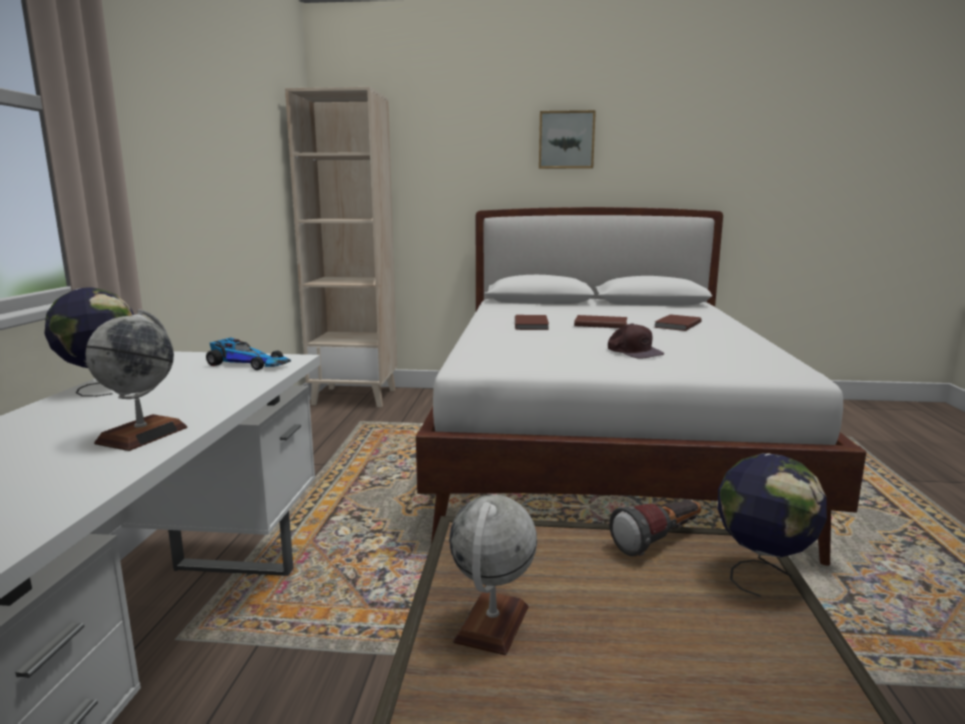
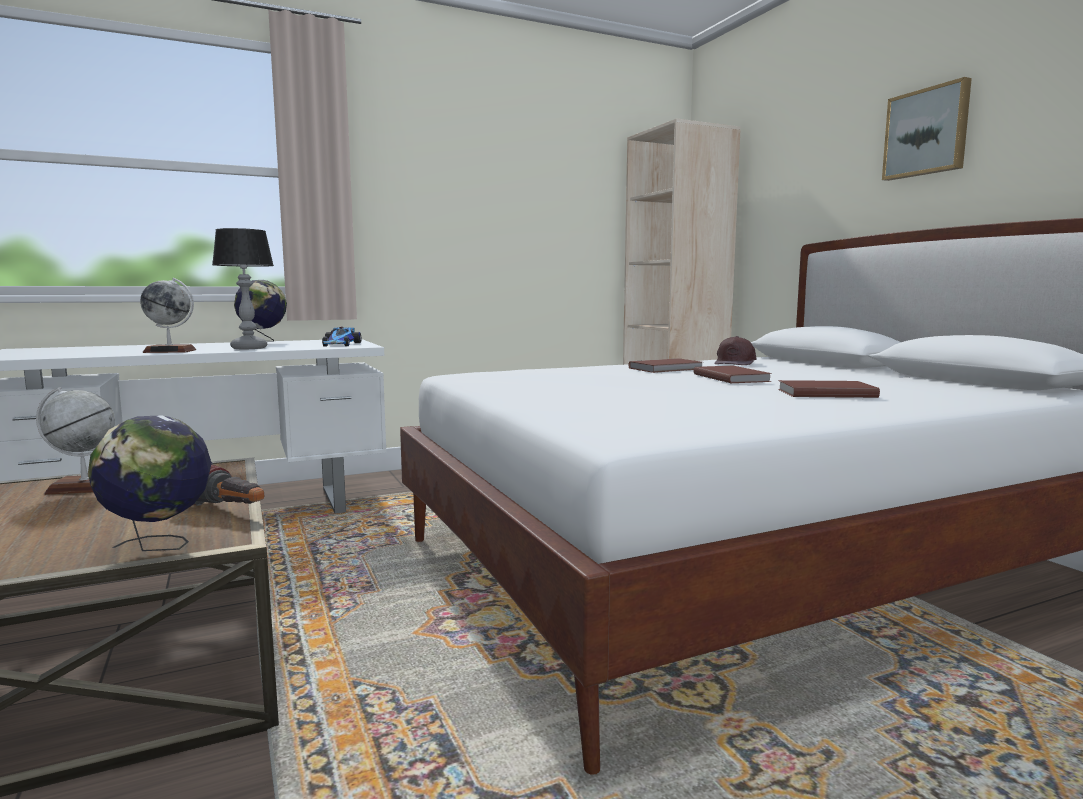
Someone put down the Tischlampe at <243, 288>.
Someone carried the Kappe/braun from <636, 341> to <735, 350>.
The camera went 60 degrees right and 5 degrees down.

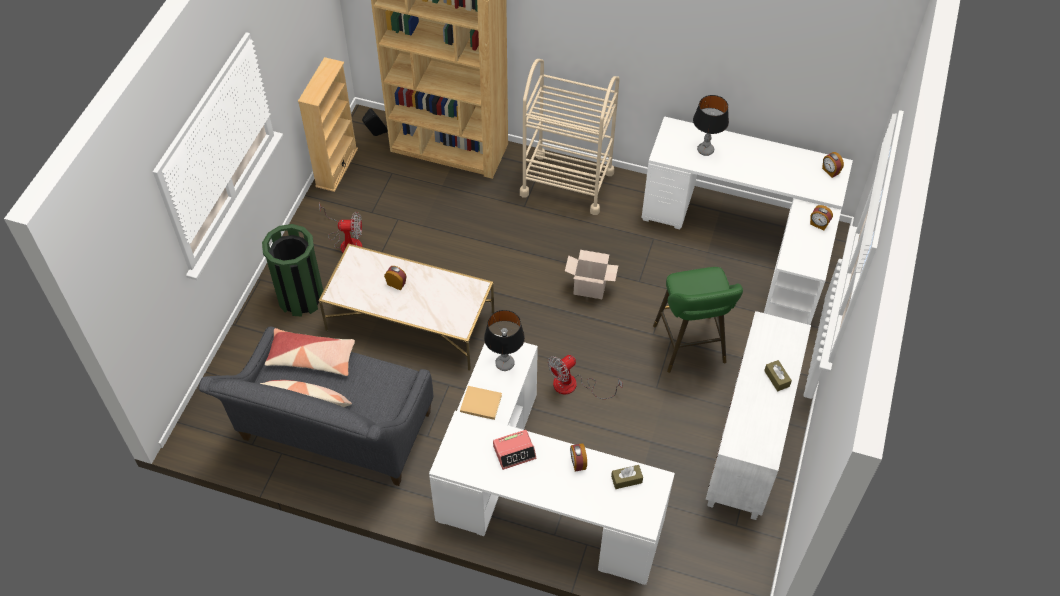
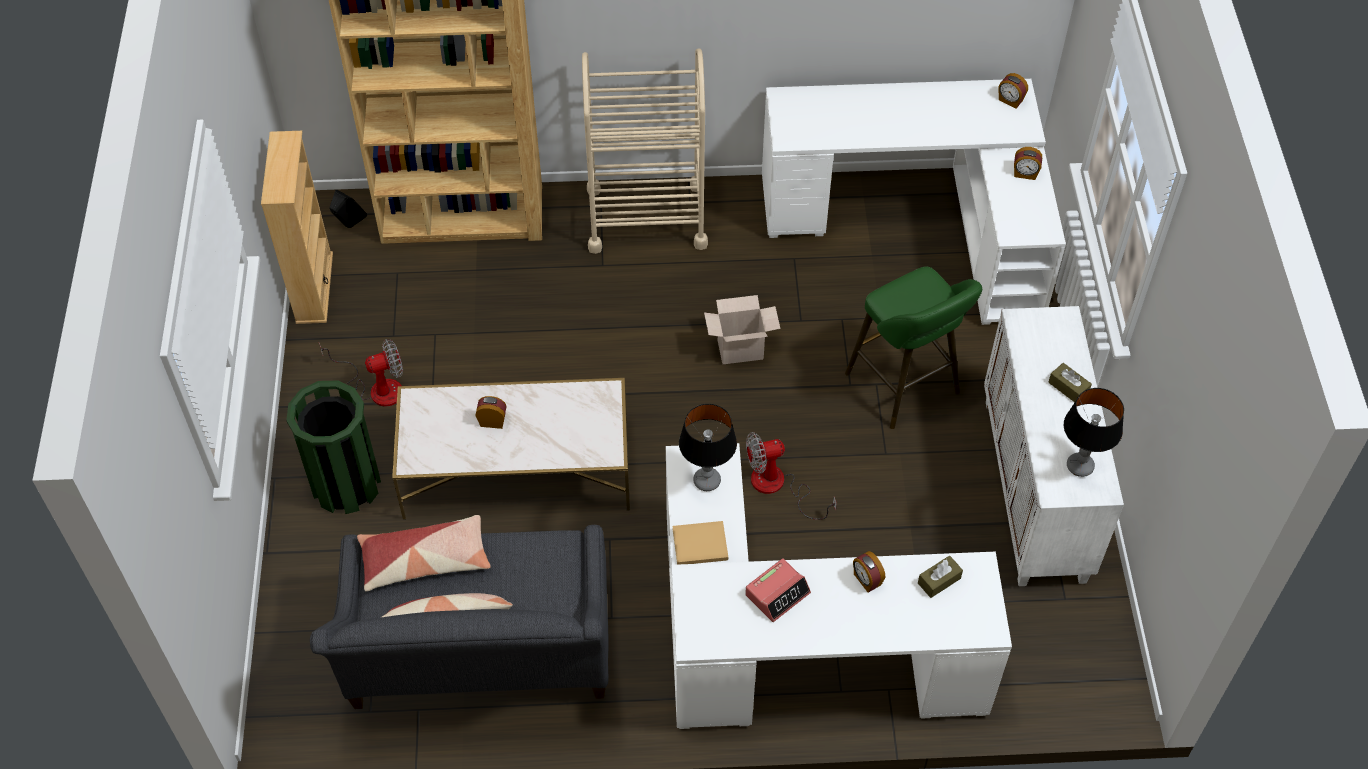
Someone carried the Tischlampe from <711, 125> to <1094, 432>.
Someone rotated the Ventilator at <585, 377> by 45 degrees clockwise.
The camera went 20 degrees left and 0 degrees up.

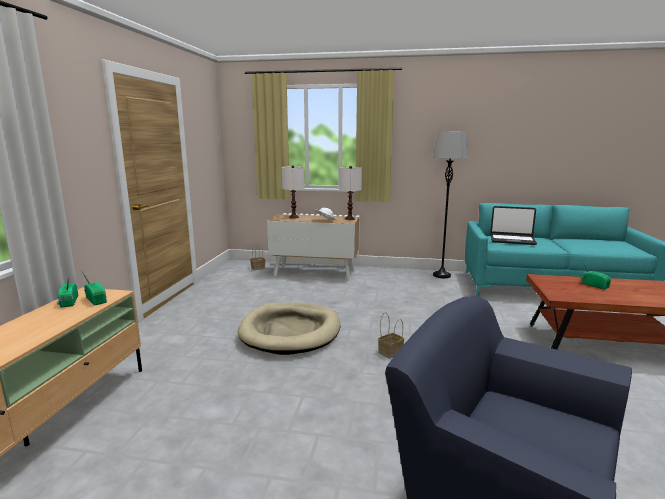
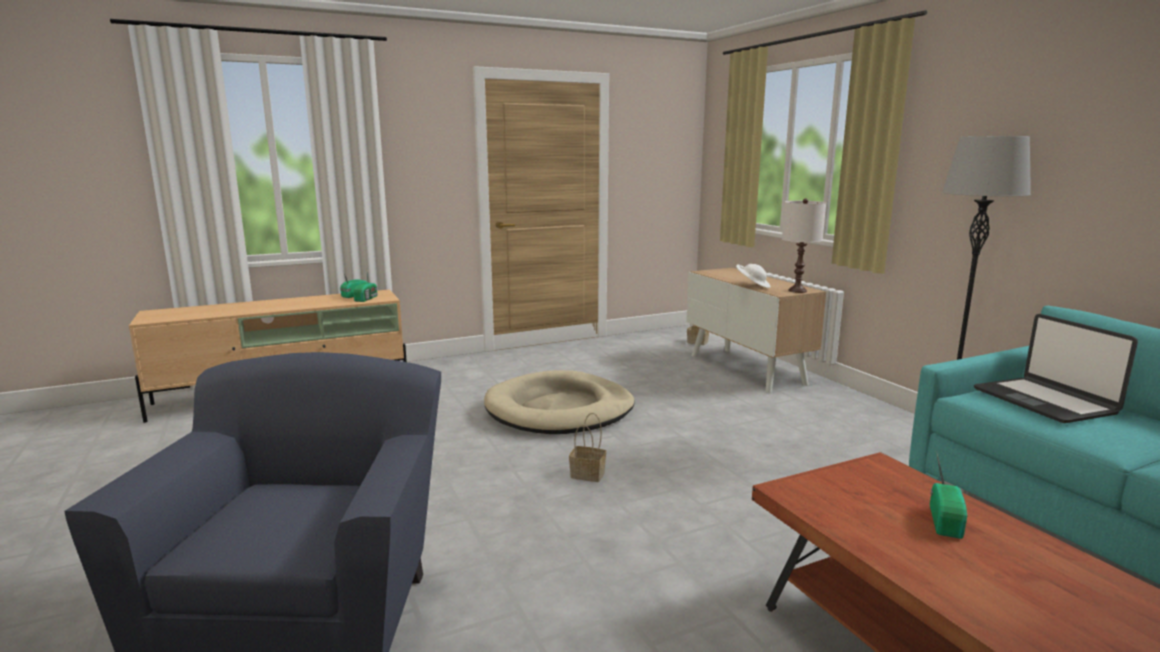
Someone took away the Tischlampe/weiß at <293, 192>.
The camera went 55 degrees right and 0 degrees up.

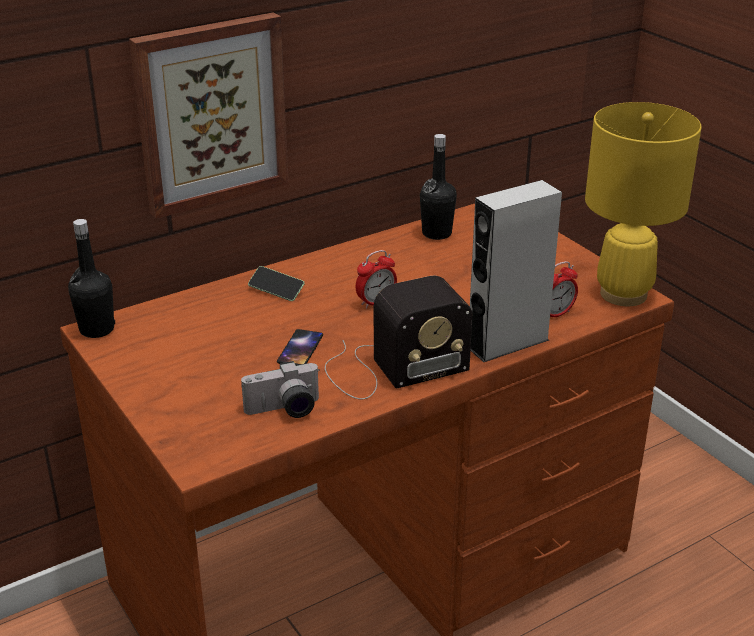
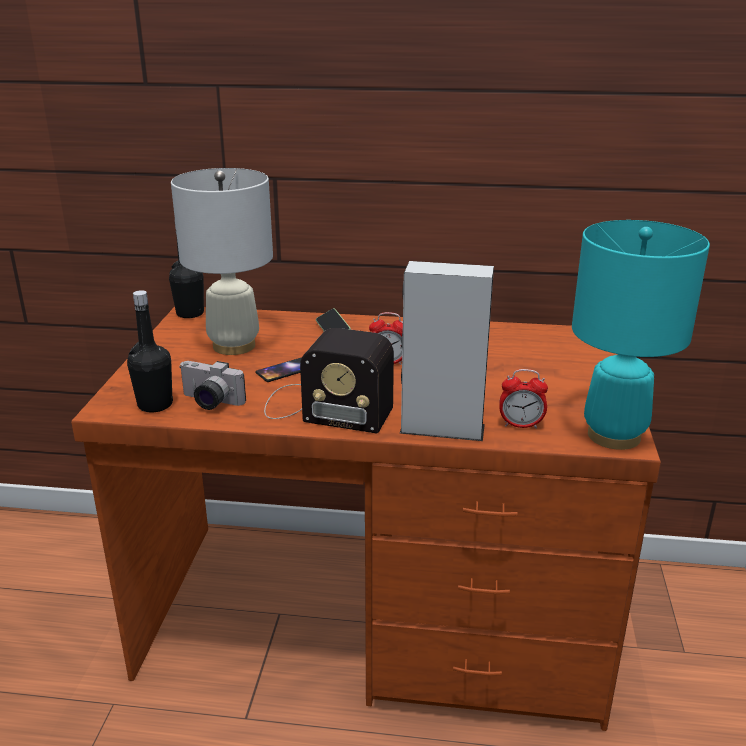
Someone took away the Bild at <209, 115>.
Someone put down the Tischlampe/weiß at <222, 261>.
Someone carried the Flasche/schwarz from <438, 187> to <150, 351>.
Someone repainted the Tischlampe/gelb at <643, 204>, which became the Tischlampe/türkis at <641, 335>.
The camera went 40 degrees right and 5 degrees down.

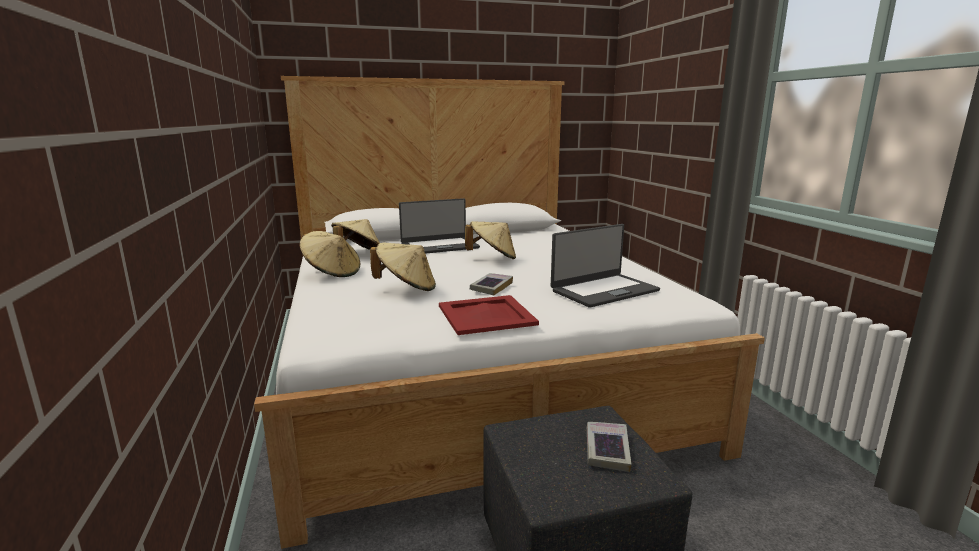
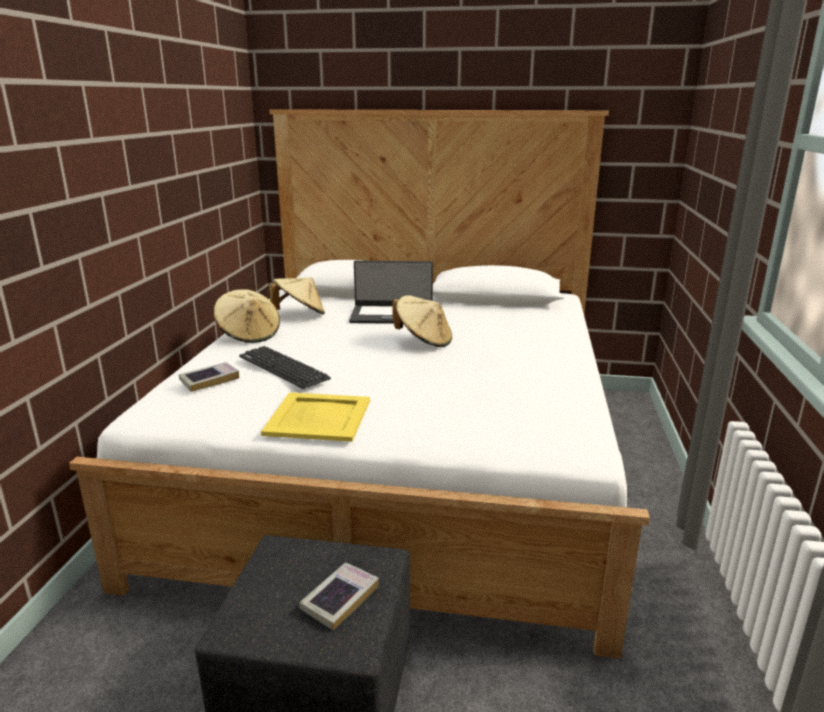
Someone took away the Laptop at <605, 266>.
Someone carried the Buch from <491, 284> to <209, 377>.
Someone swapped the Hut/beige at <403, 267> for the Tastatur at <285, 367>.
Someone repainted the Tablett/rot at <489, 315>, which became the Tablett/gelb at <315, 417>.
The camera went 25 degrees right and 5 degrees up.

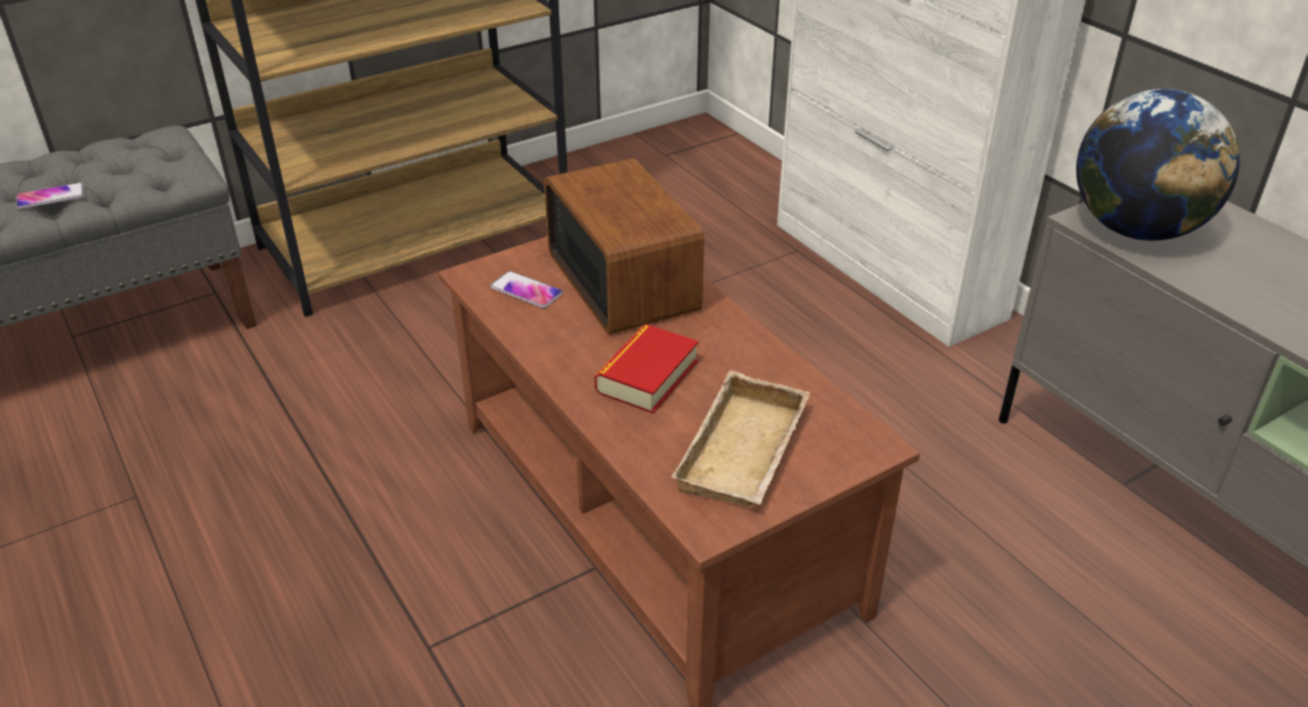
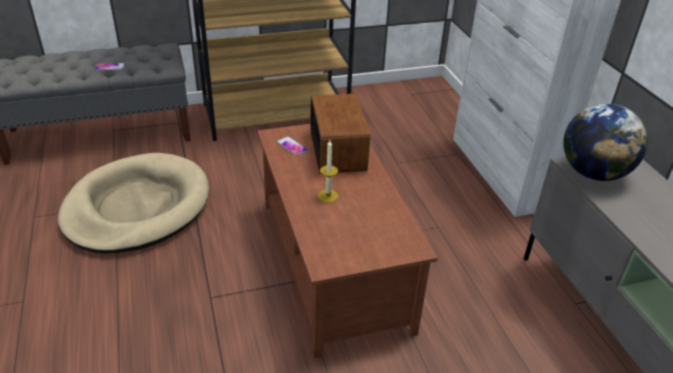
Someone took away the Tablett/beige at <741, 438>.
Someone put down the Hundebett/beige at <133, 203>.
Someone swapped the Buch at <647, 369> for the Kerze at <328, 171>.
The camera went 15 degrees right and 0 degrees up.

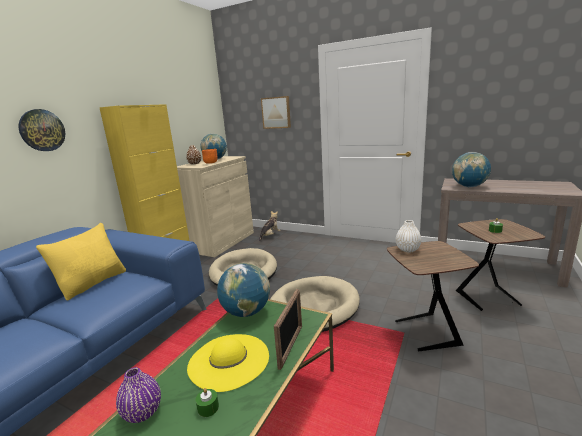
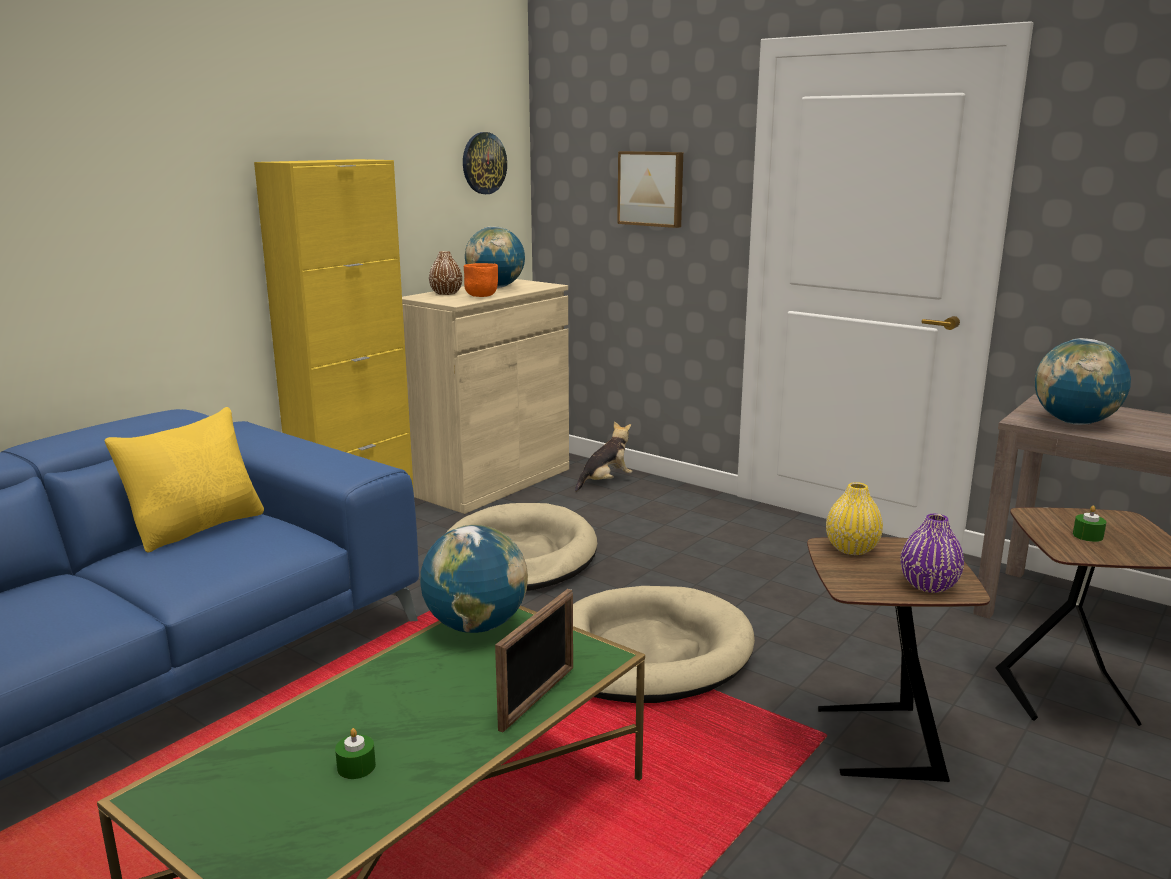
Someone took away the Hut/gelb at <228, 363>.
Someone carried the Wanduhr from <41, 130> to <485, 163>.
Someone carried the Vase/lila from <138, 395> to <932, 553>.
Someone repainted the Vase/weiß at <408, 236>, which became the Vase/gelb at <854, 518>.
The camera went 10 degrees right and 0 degrees up.

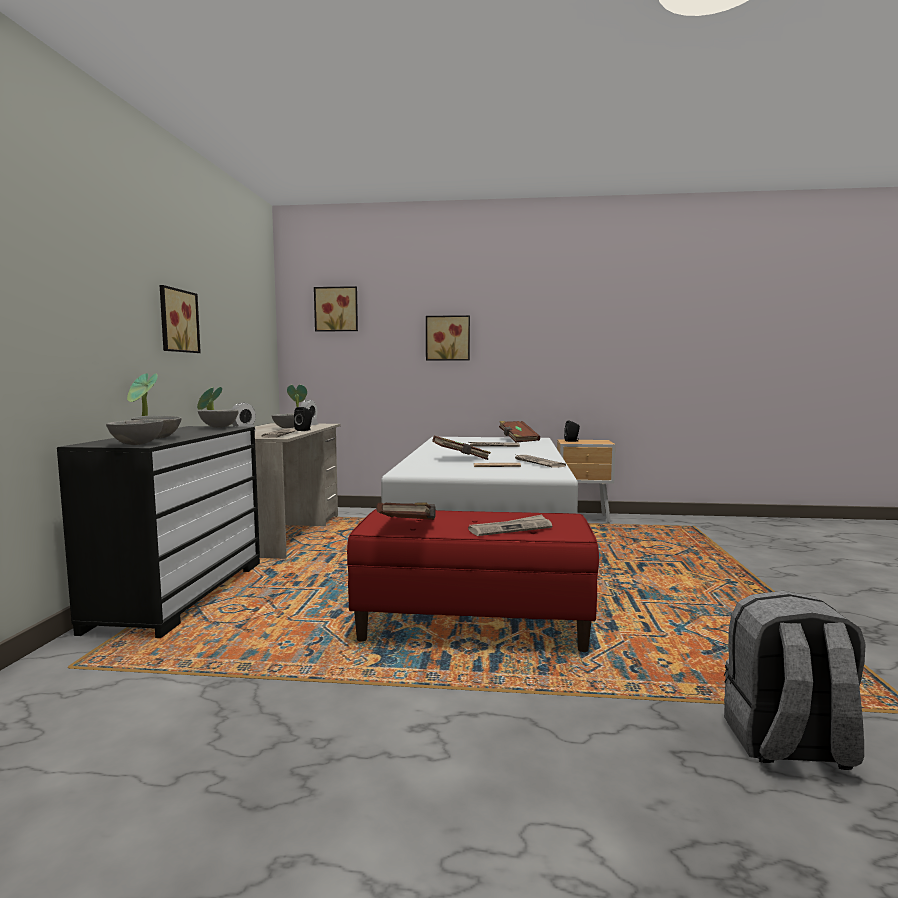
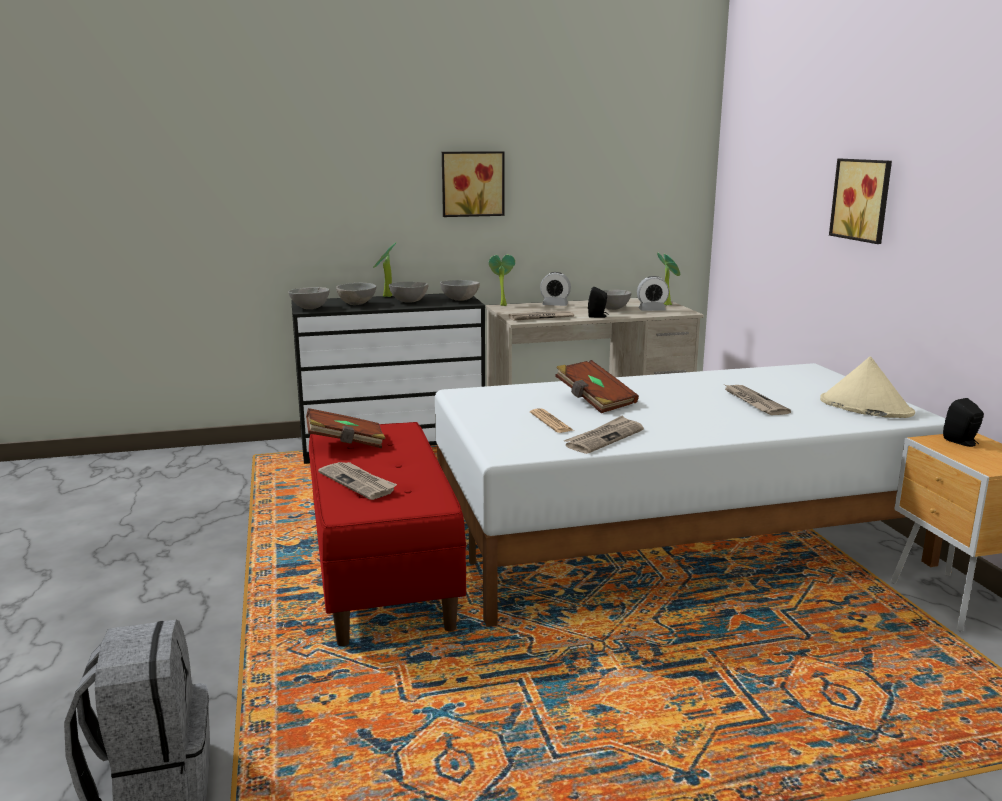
Someone took away the Bild at <336, 309>.
Someone put down the Schüssel/grau at <408, 292>.
Someone swapped the Buch/braun at <519, 432> for the Hut/beige at <867, 387>.
The camera went 70 degrees right and 10 degrees up.

